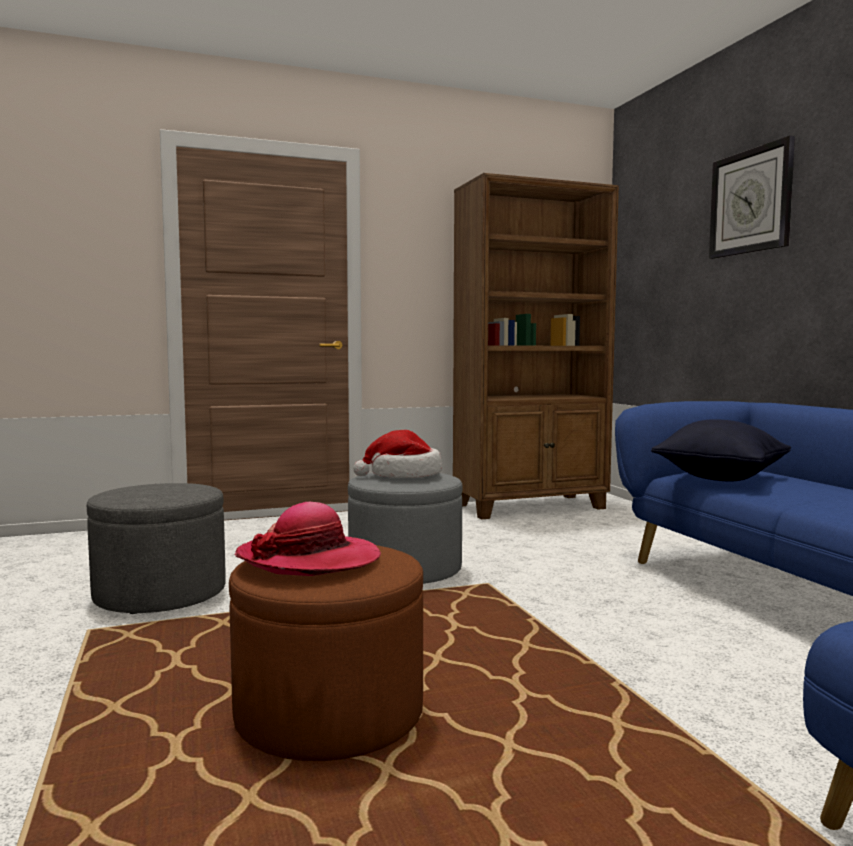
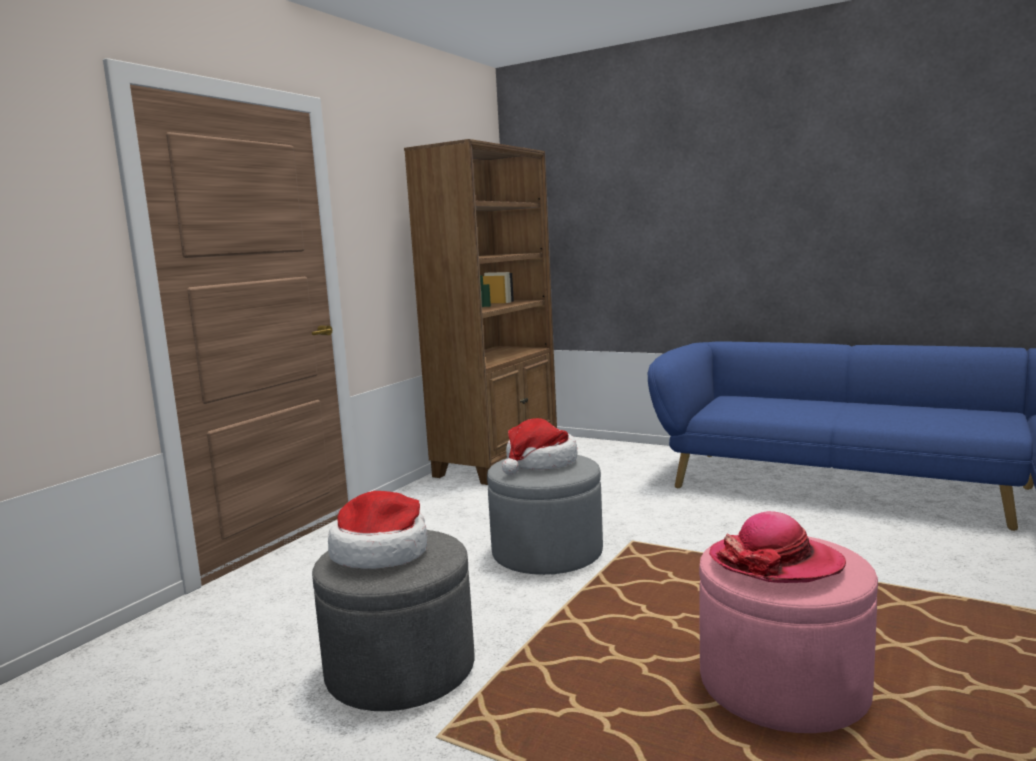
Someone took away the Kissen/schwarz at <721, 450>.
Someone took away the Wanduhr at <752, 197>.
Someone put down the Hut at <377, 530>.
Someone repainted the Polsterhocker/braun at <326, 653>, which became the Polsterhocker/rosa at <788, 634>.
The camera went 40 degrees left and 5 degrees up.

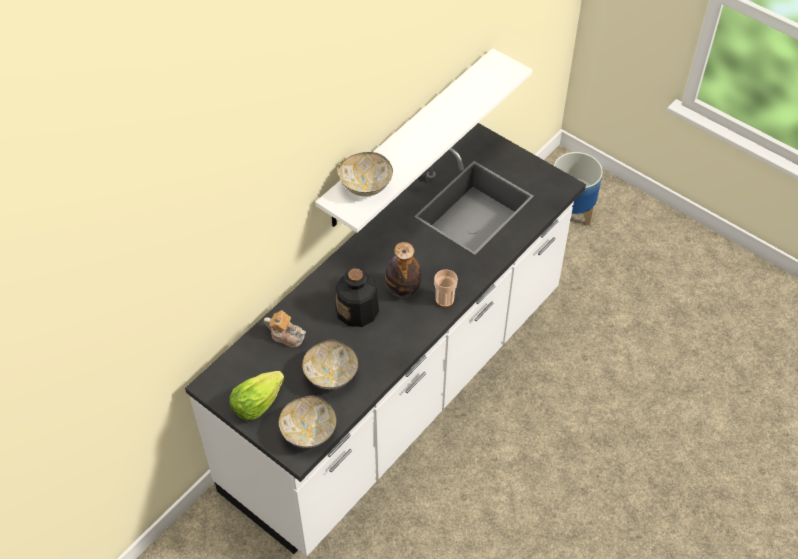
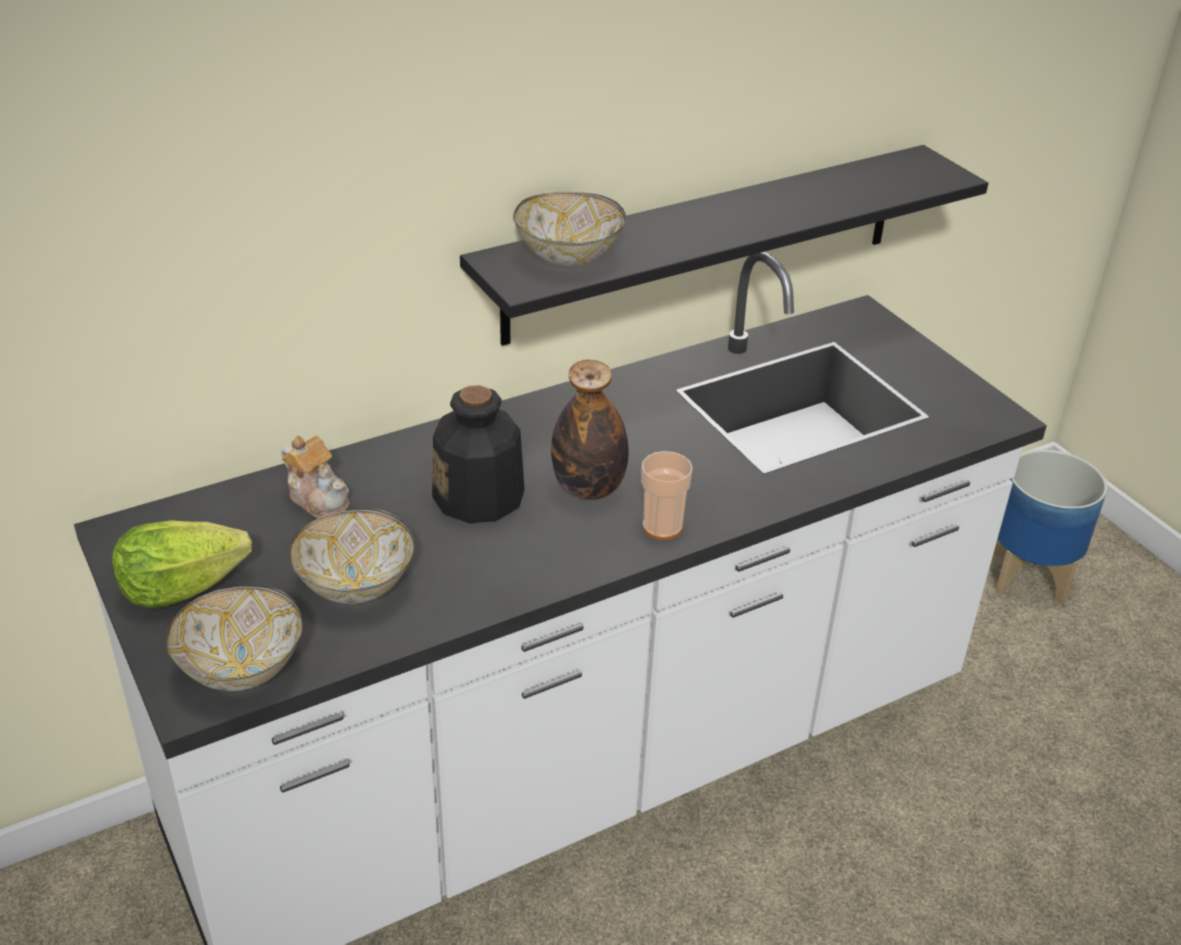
Someone repainted the Wandregal/weiß at <424, 140>, which became the Wandregal/schwarz at <724, 245>.
The camera went 20 degrees right and 15 degrees down.

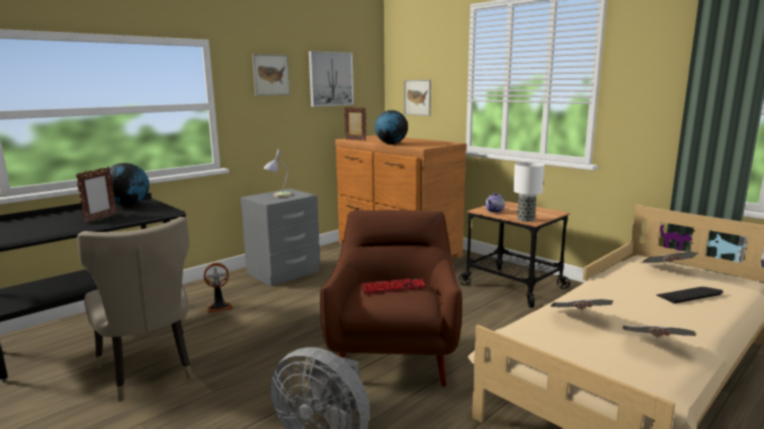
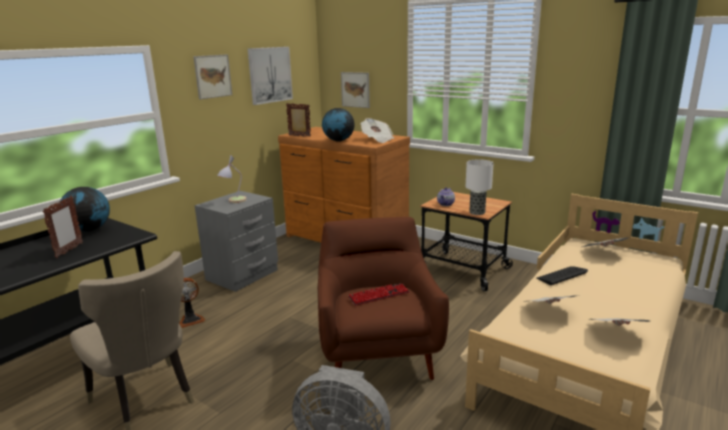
Someone put down the Zeitung at <377, 130>.
Someone carried the Tastatur from <690, 295> to <562, 275>.
The camera went 10 degrees left and 5 degrees up.

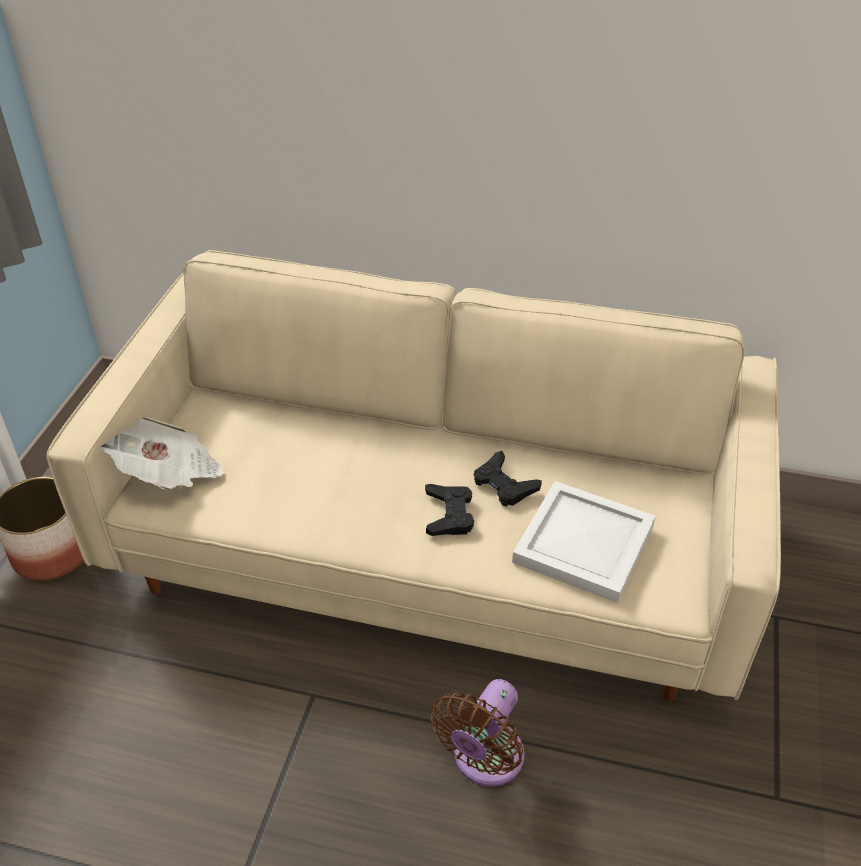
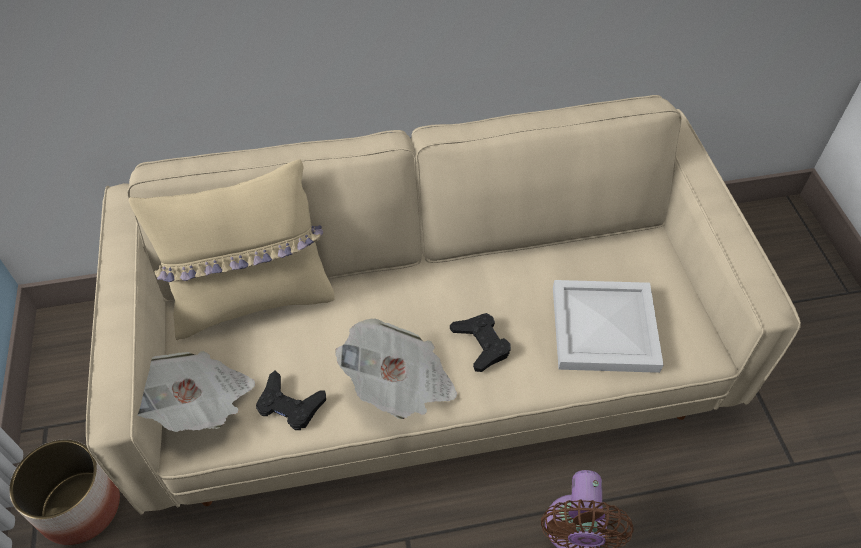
Someone put down the Kissen/beige at <232, 250>.
Someone put down the Zeitung at <396, 368>.
Someone carried the Gamepad/schwarz from <508, 479> to <291, 400>.
The camera went 25 degrees left and 10 degrees up.

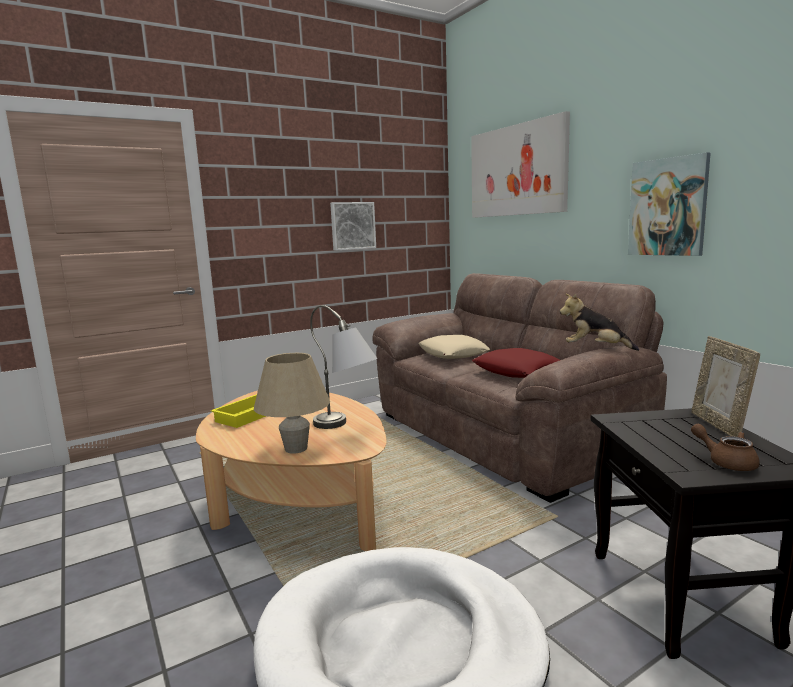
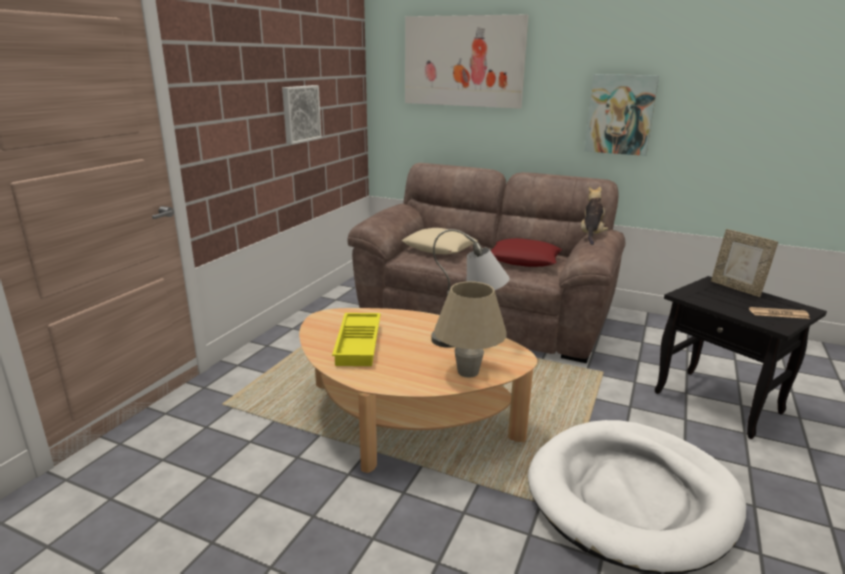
Someone swapped the Teekanne/braun at <725, 447> for the Zeitung at <779, 313>.
Someone rotated the Plüschtier at <599, 322> by 120 degrees clockwise.
The camera went 35 degrees left and 10 degrees up.

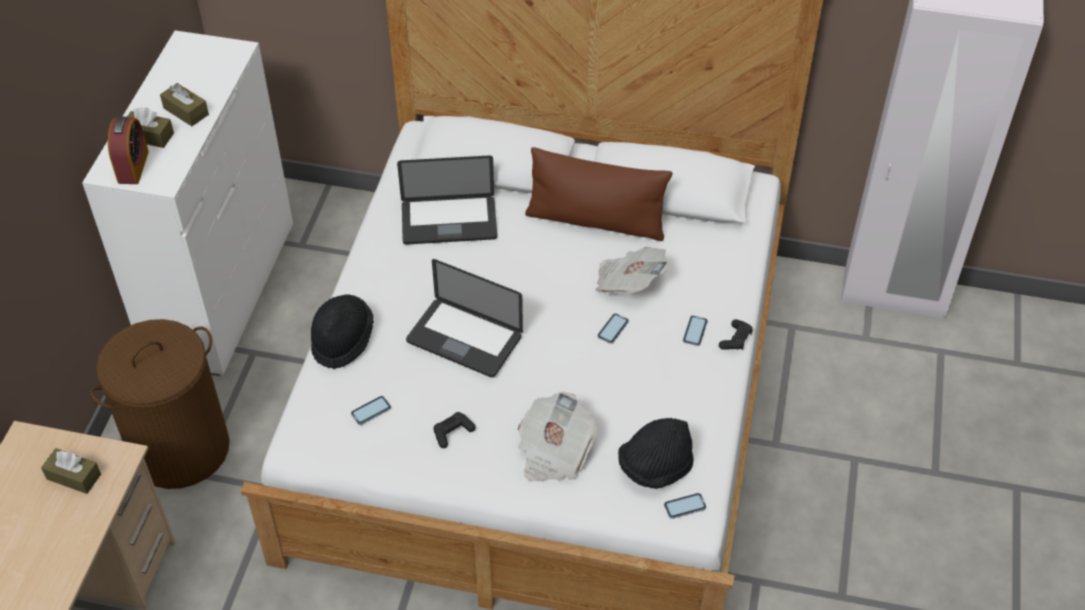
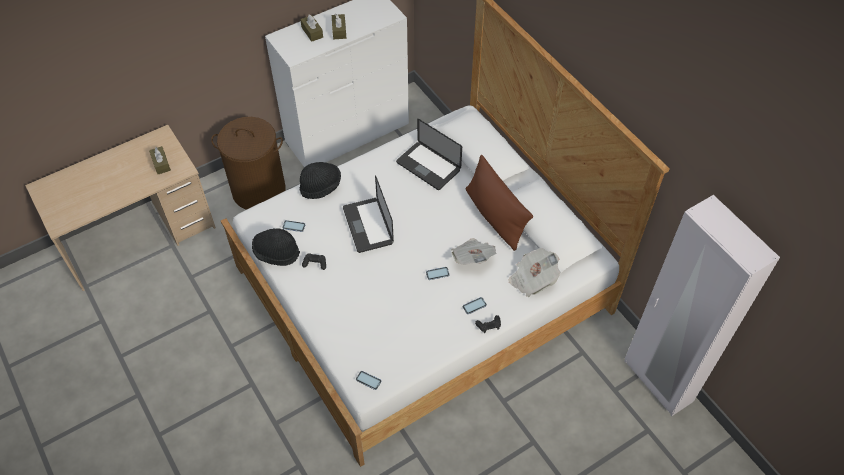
Someone took away the Wecker at <128, 150>.
Someone carried the Zeitung from <557, 437> to <534, 272>.
Someone carried the Hut/schwarz from <656, 453> to <276, 247>.
The camera went 45 degrees right and 5 degrees up.

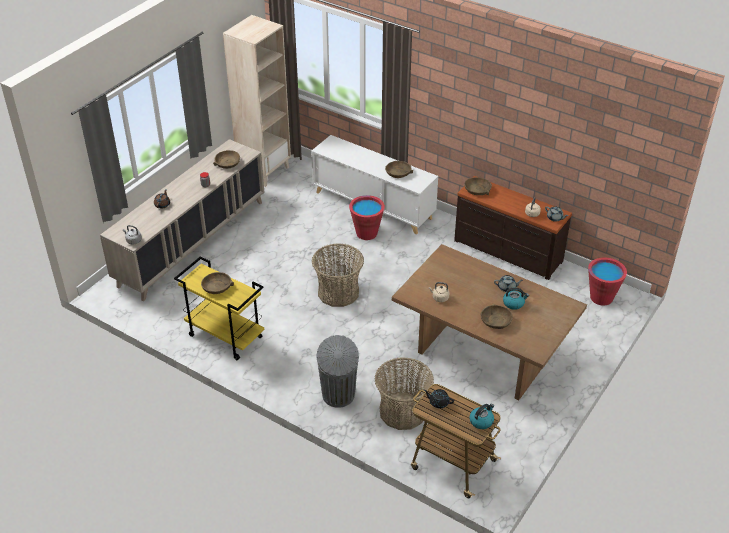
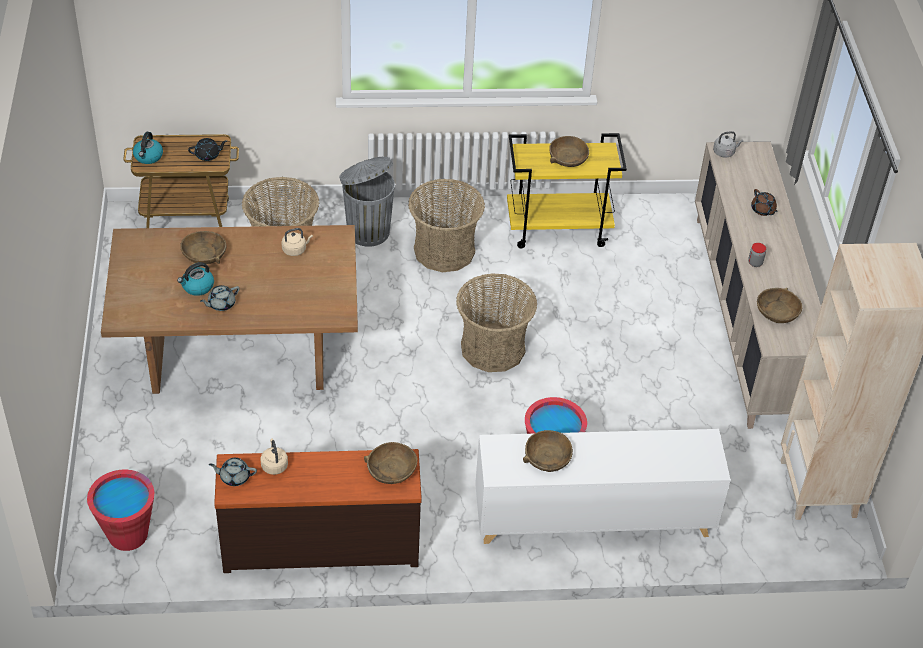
Someone put down the Korb at <446, 225>.
The camera went 140 degrees right and 5 degrees up.

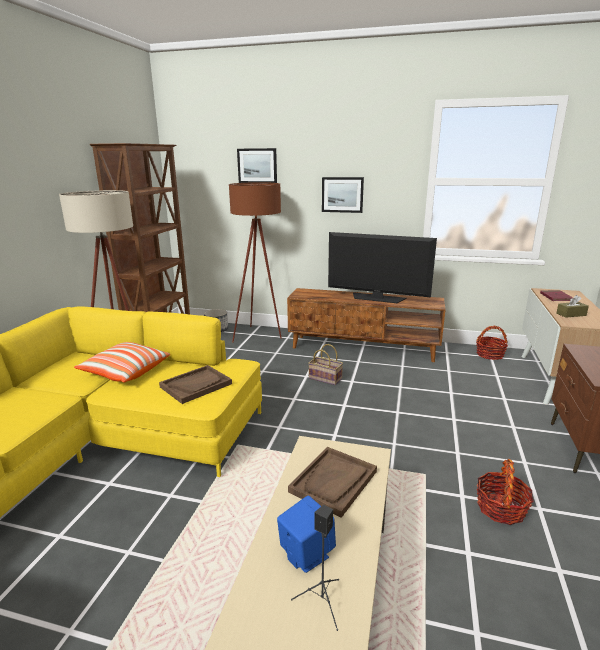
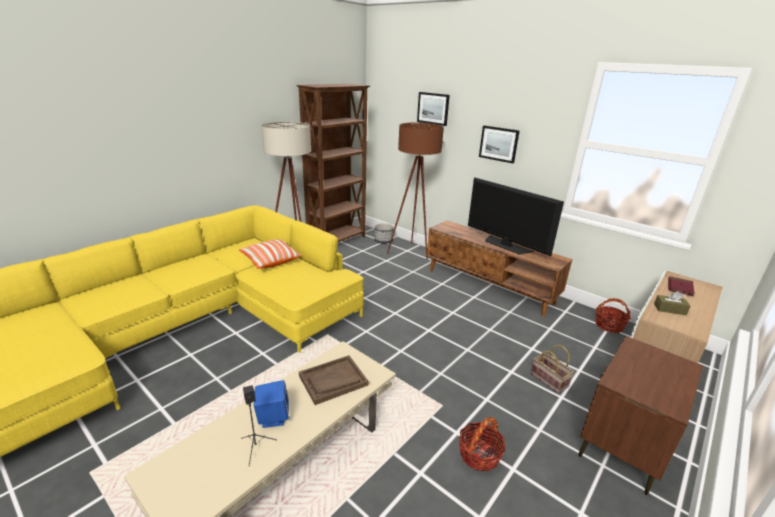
Someone took away the Tablett/braun at <195, 384>.
Someone carried the Korb from <325, 364> to <552, 369>.
The camera went 25 degrees right and 5 degrees up.

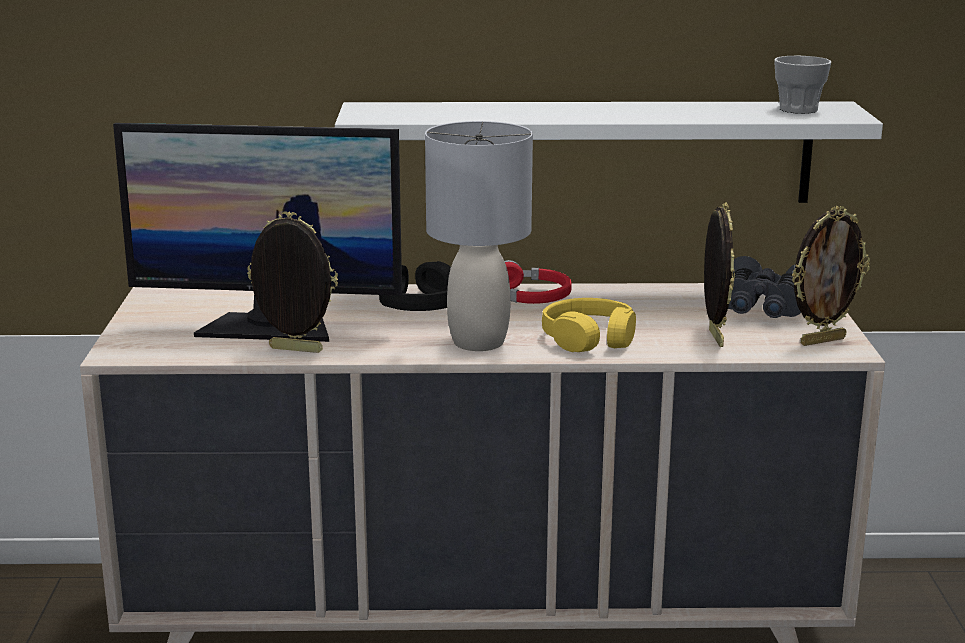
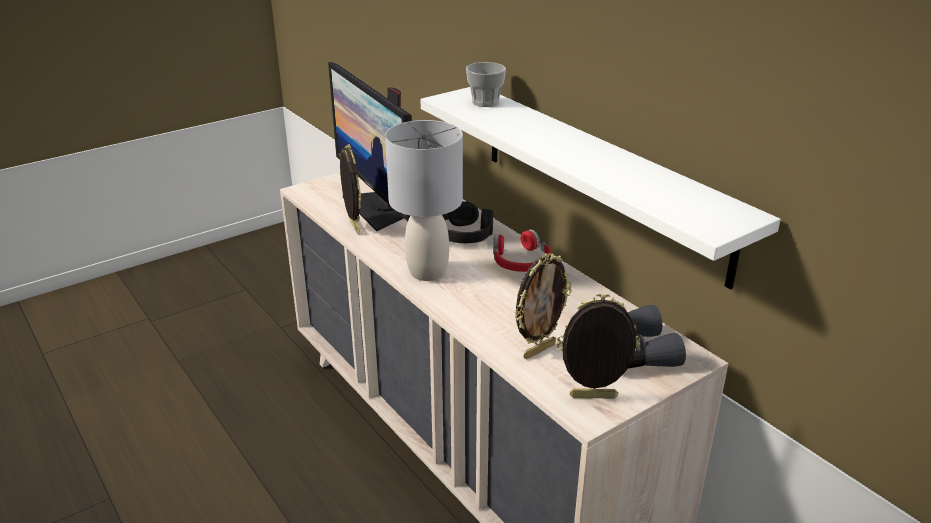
Someone took away the Kopfhörer/gelb at <589, 325>.
Someone carried the Tasse from <802, 85> to <486, 84>.
Someone rotated the Bilderrahmen at <831, 276> by 150 degrees clockwise.
The camera went 55 degrees right and 10 degrees up.

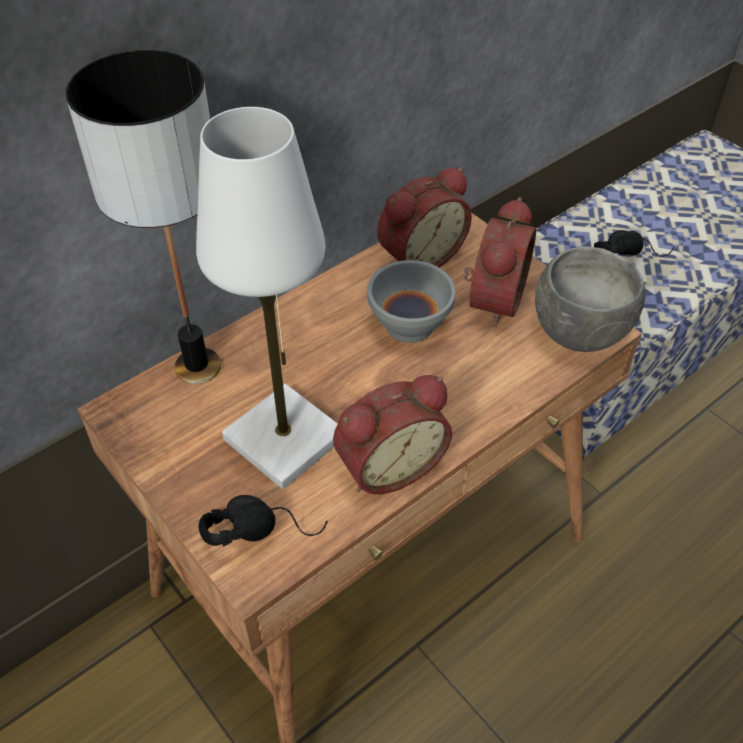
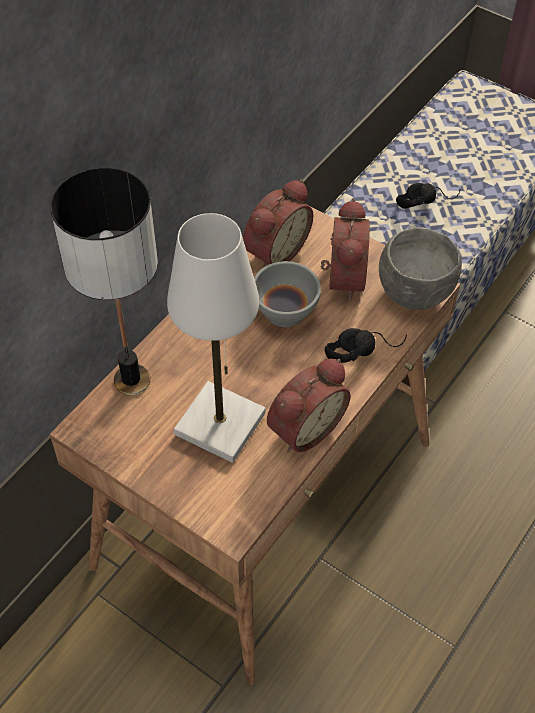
Someone carried the Kopfhörer/schwarz from <263, 521> to <366, 345>.
The camera went 15 degrees left and 5 degrees up.

